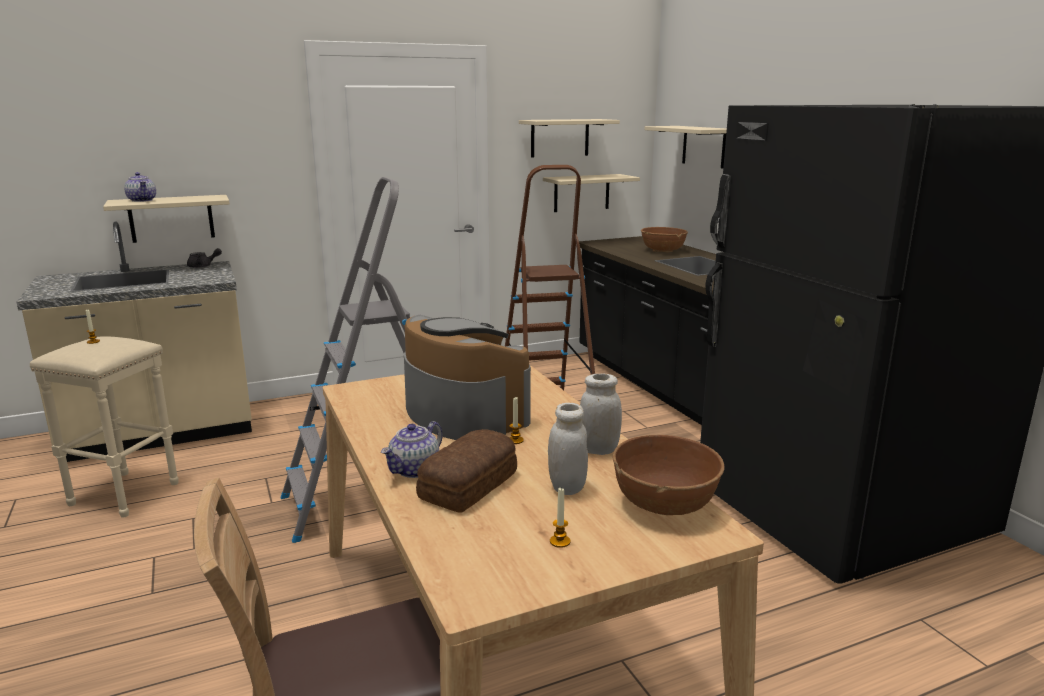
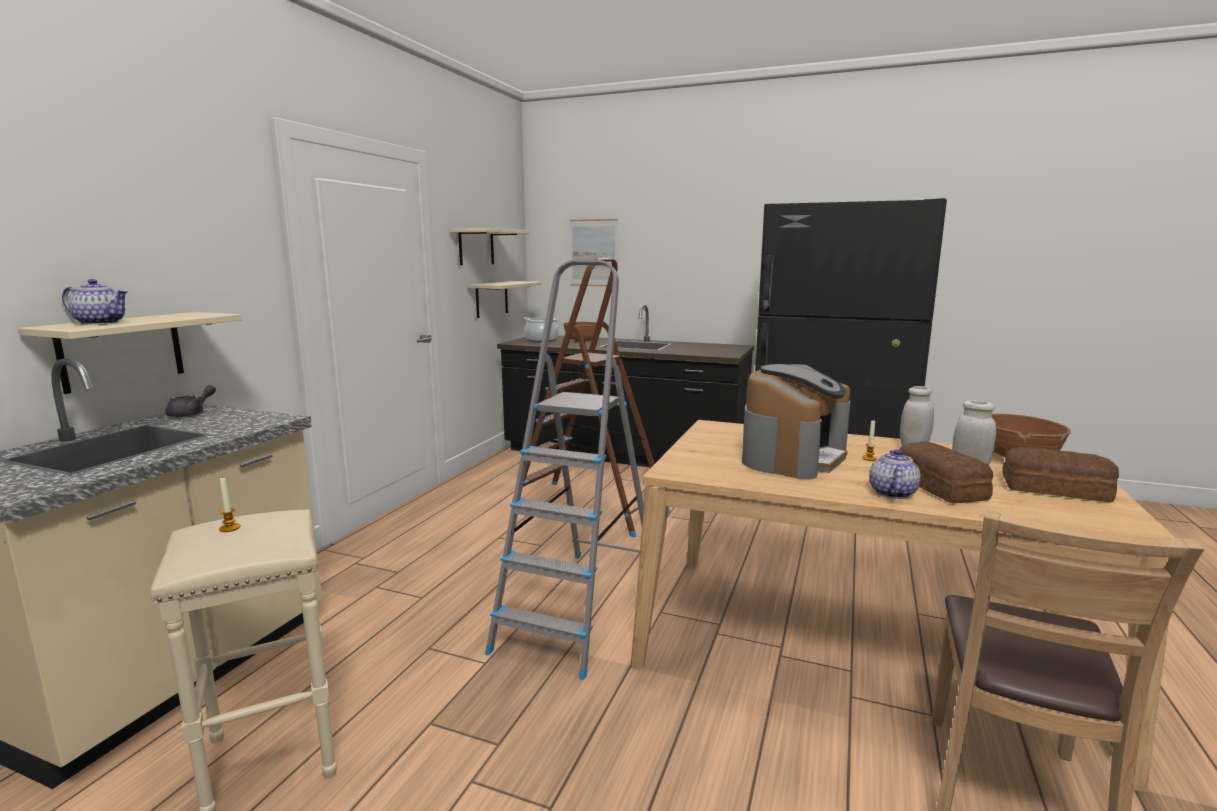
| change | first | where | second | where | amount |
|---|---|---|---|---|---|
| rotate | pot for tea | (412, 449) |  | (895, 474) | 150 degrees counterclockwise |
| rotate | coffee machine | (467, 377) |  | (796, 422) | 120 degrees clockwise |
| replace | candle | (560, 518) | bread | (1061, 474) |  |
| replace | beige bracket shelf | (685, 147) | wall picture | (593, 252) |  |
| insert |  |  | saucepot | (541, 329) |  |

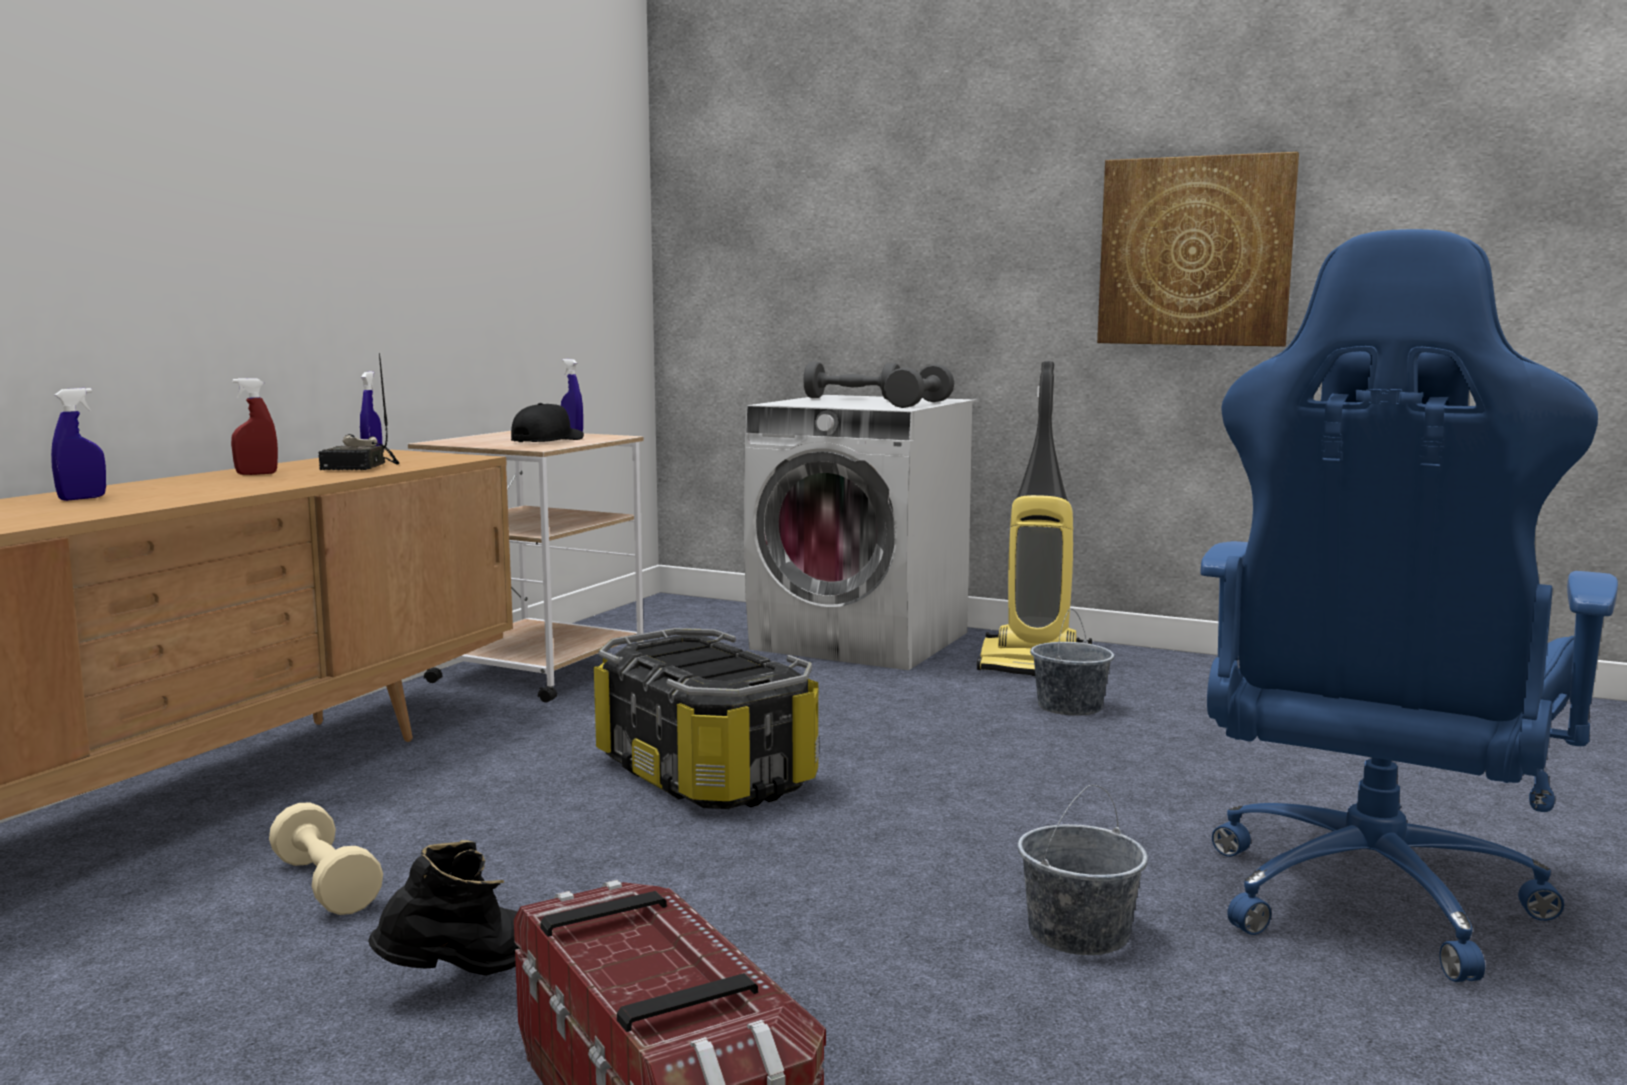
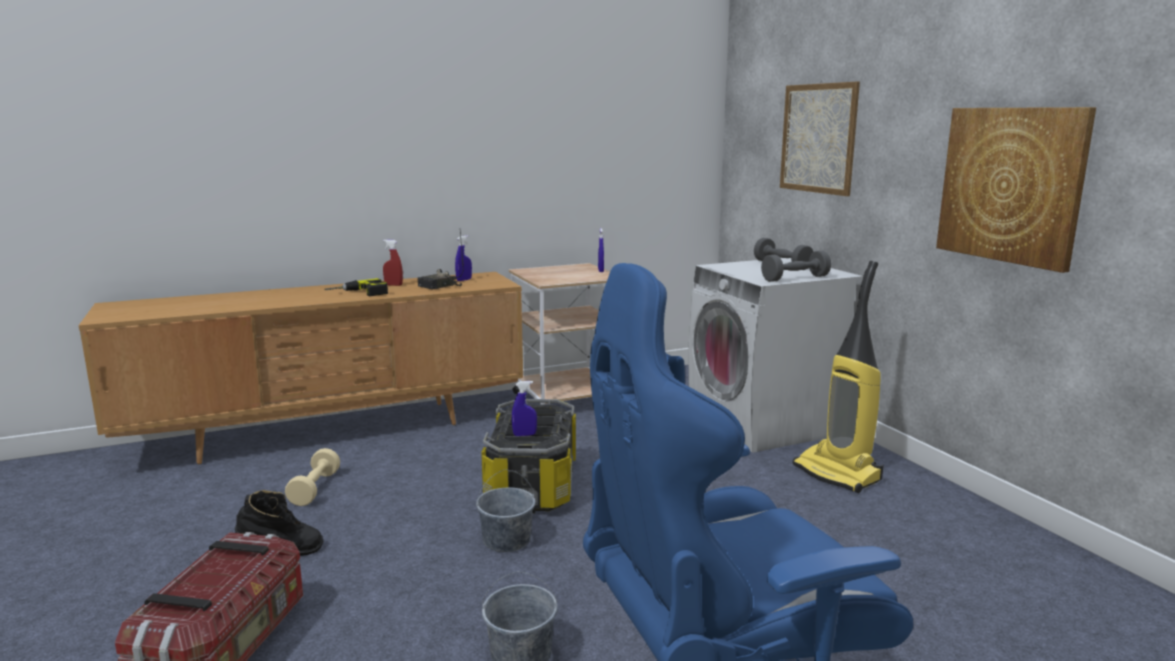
| change | first | where | second | where | amount |
|---|---|---|---|---|---|
| move | bluish hand sprayer | (78, 444) |  | (524, 408) |  |
| delete | blackish peaked cap | (547, 422) |  |  |  |
| move | greyish pail | (1072, 662) |  | (505, 511) |  |
| insert |  |  | drill | (356, 287) |  |
| insert |  |  | wall picture | (820, 138) |  |

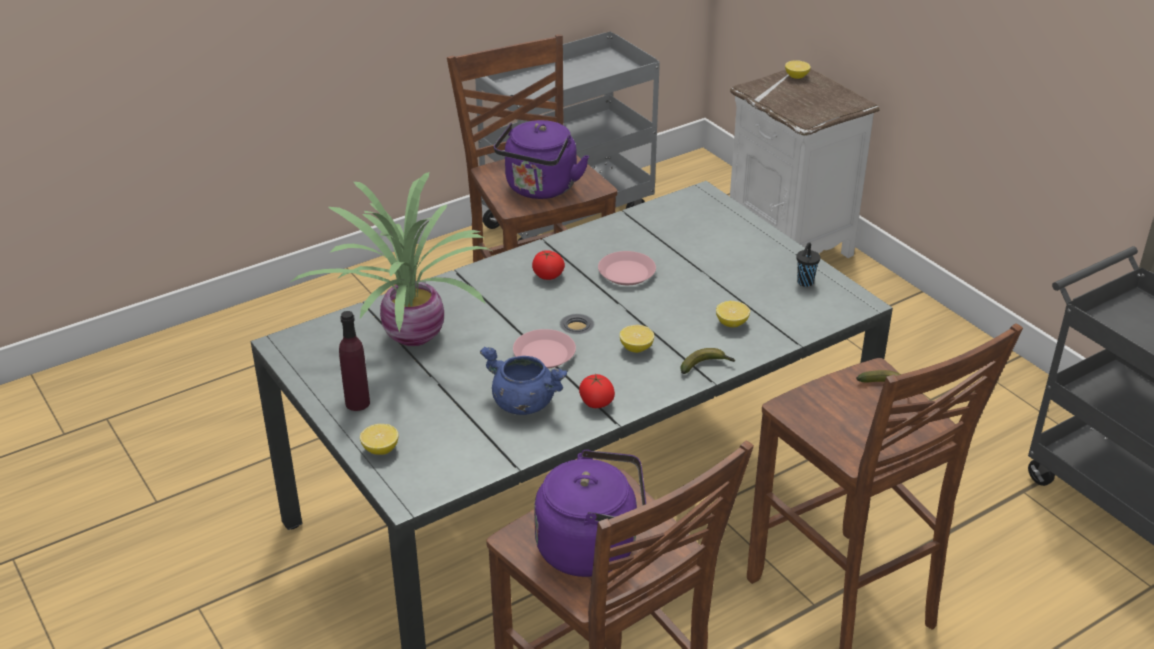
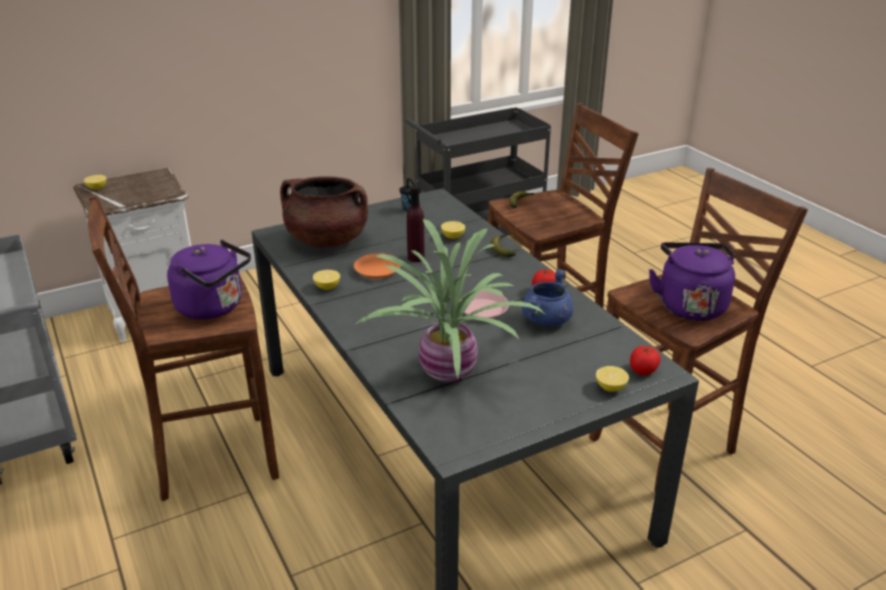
| change | first | where | second | where | amount |
|---|---|---|---|---|---|
| move | purplish bottle | (354, 361) |  | (416, 224) |  |
| move | whole tomato | (548, 265) |  | (645, 360) |  |
| recolor | pinkish flat dish | (627, 268) | orange-coloured flat dish | (377, 266) |  |
| move | whole lemon | (637, 339) |  | (326, 280) |  |
| insert |  |  | brownish saucepot | (324, 212) |  |

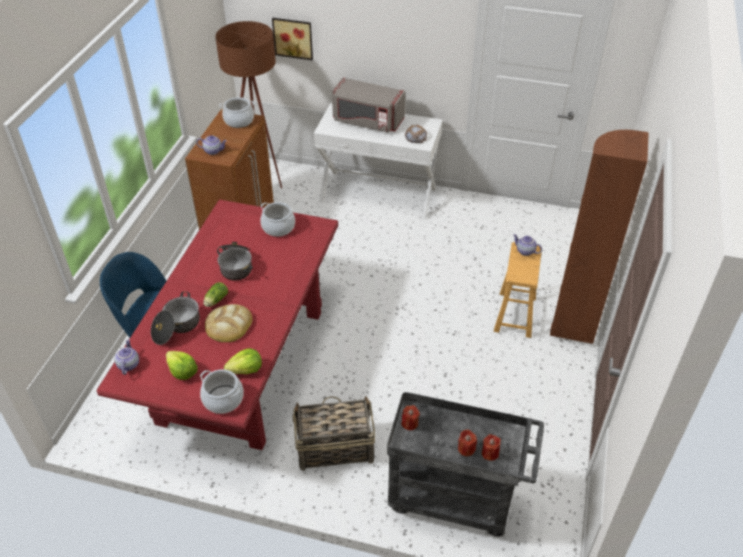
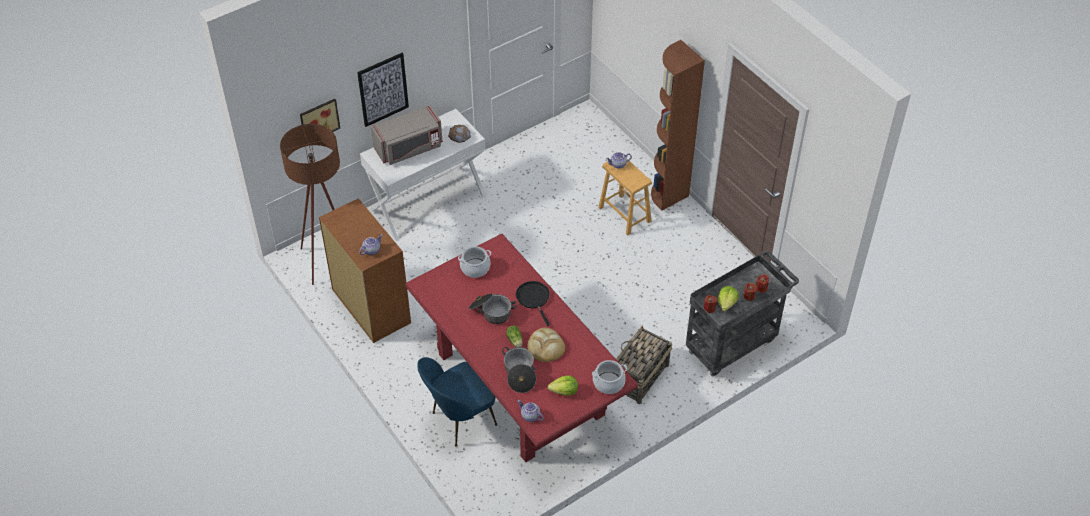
| change | first | where | second | where | amount |
|---|---|---|---|---|---|
| delete | saucepot | (236, 112) |  |  |  |
| move | lettuce head | (243, 361) |  | (728, 298) |  |
| insert |  |  | wall picture | (383, 90) |  |
| insert |  |  | blackish skillet | (533, 303) |  |

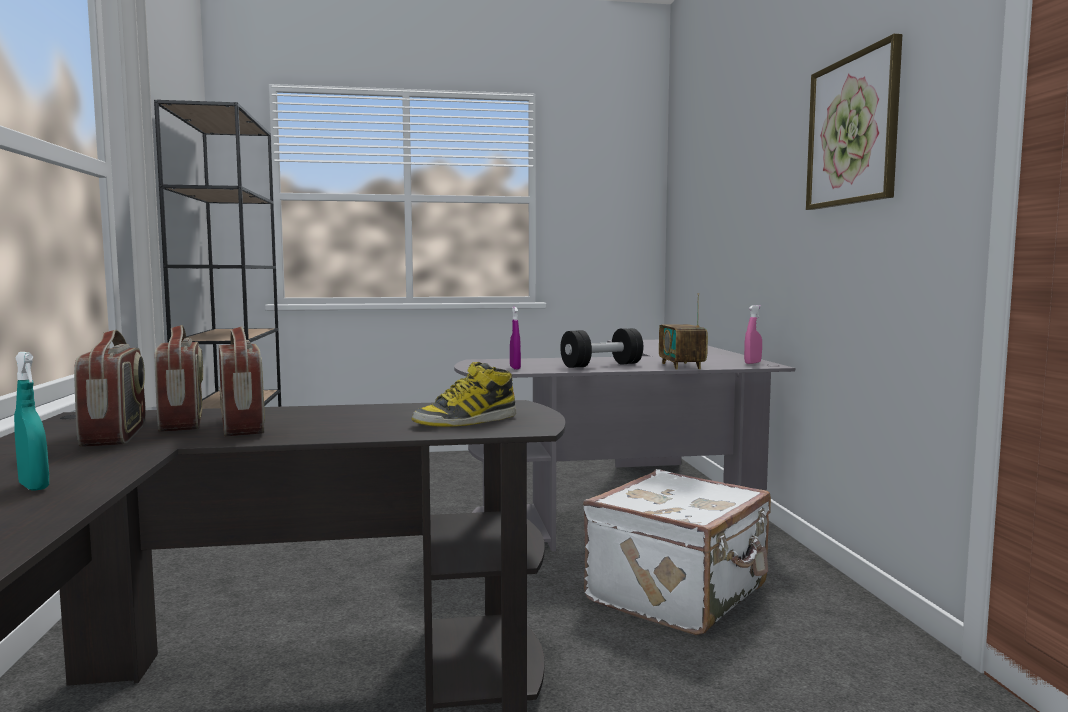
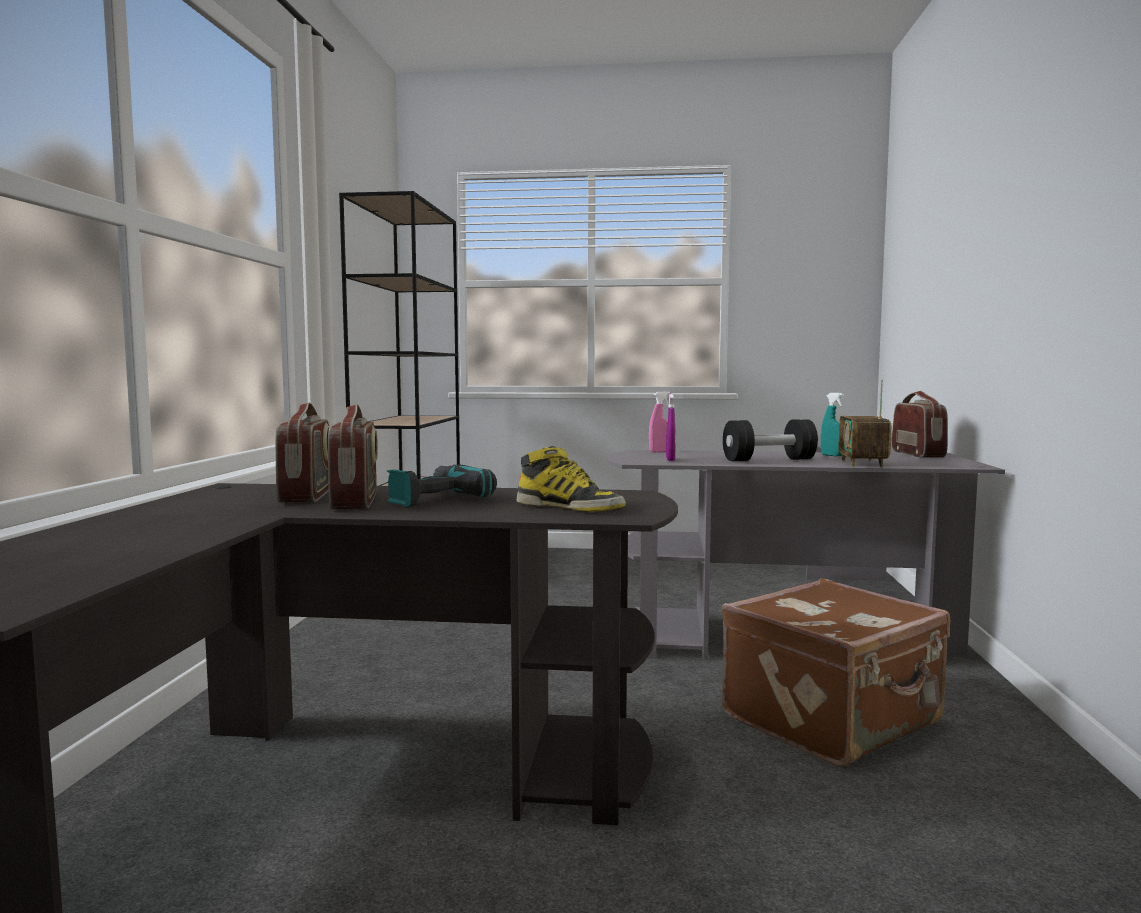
| change | first | where | second | where | amount |
|---|---|---|---|---|---|
| move | turquoise-coloured hand sprayer | (31, 421) |  | (832, 424) |  |
| move | radio set | (110, 388) |  | (919, 424) |  |
| rotate | tall boot | (464, 394) |  | (571, 479) | 135 degrees counterclockwise |
| recolor | whitish piece of luggage | (677, 552) | brownish piece of luggage | (836, 672) |  |
| move | pinkish hand sprayer | (753, 334) |  | (659, 422) |  |
| delete | wall picture | (854, 122) |  |  |  |
| insert |  |  | drill | (442, 486) |  |

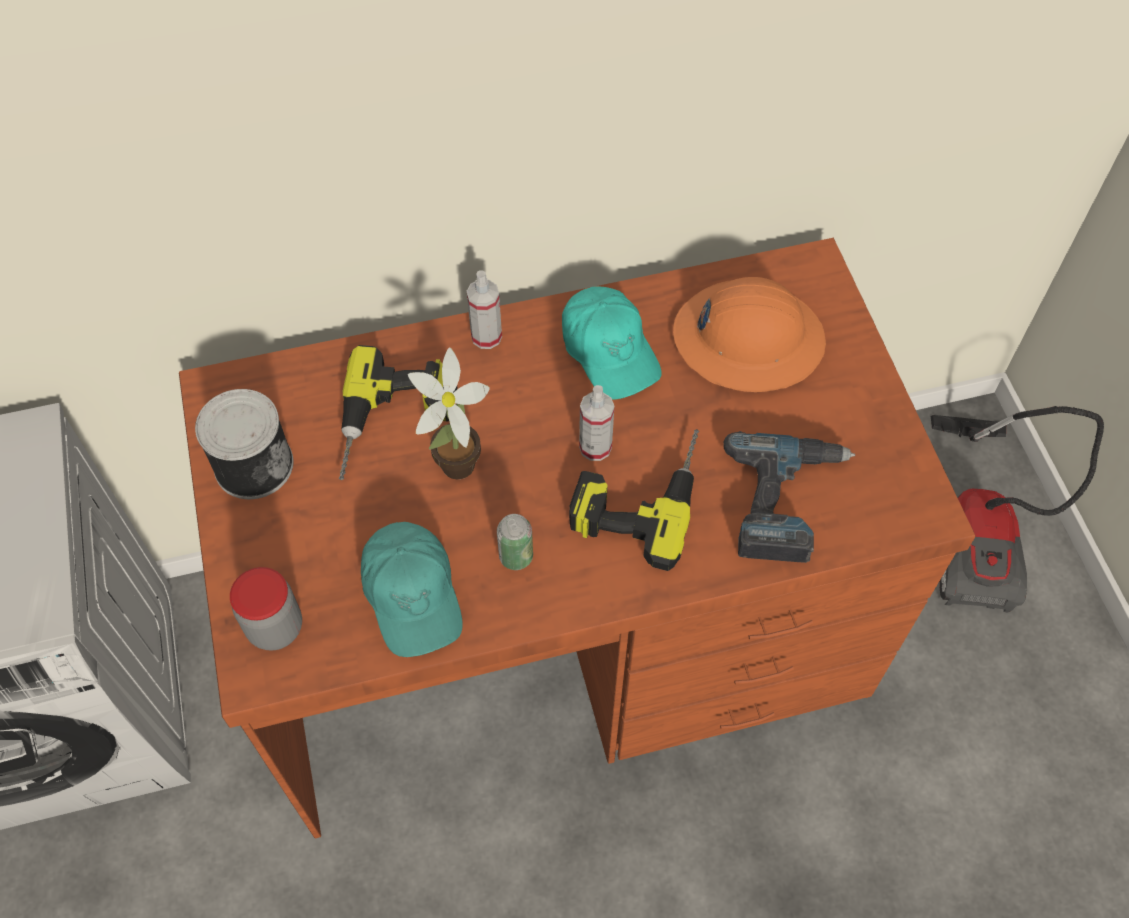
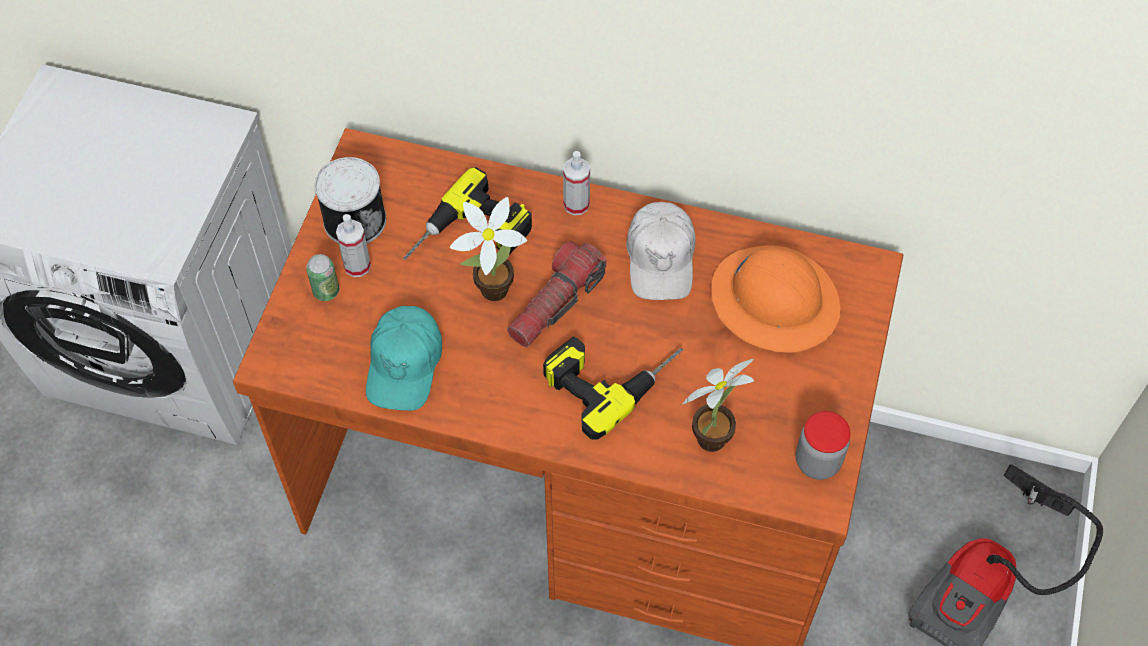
| change | first | where | second | where | amount |
|---|---|---|---|---|---|
| move | preserve jar | (266, 609) |  | (823, 445) |  |
| move | can | (515, 542) |  | (322, 277) |  |
| recolor | turquoise-coloured peaked cap | (612, 343) | whitish peaked cap | (661, 251) |  |
| move | hand sprayer | (596, 423) |  | (353, 245) |  |
| replace | drill | (789, 497) | potted plant | (718, 405) |  |
| insert |  |  | hand torch | (556, 294) |  |

